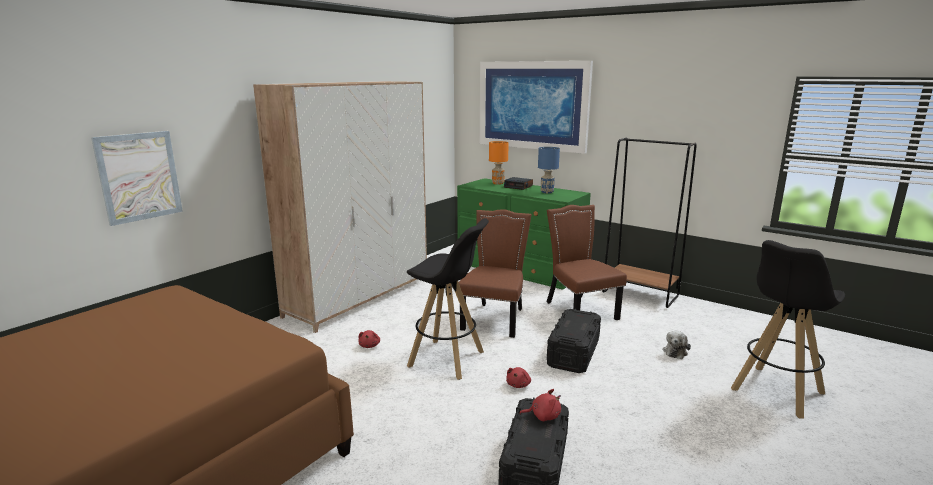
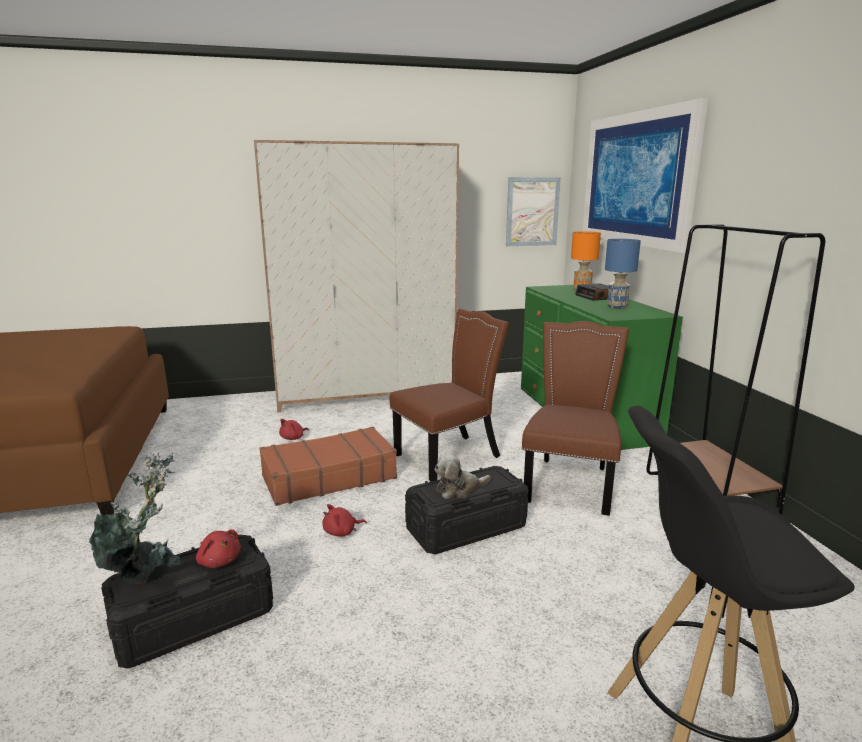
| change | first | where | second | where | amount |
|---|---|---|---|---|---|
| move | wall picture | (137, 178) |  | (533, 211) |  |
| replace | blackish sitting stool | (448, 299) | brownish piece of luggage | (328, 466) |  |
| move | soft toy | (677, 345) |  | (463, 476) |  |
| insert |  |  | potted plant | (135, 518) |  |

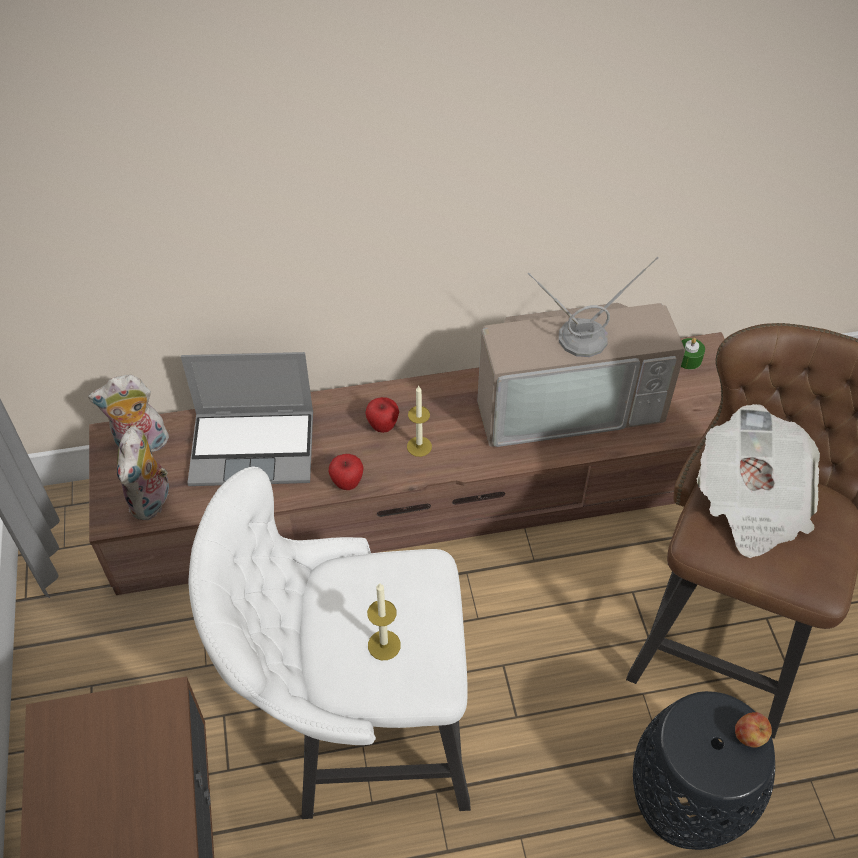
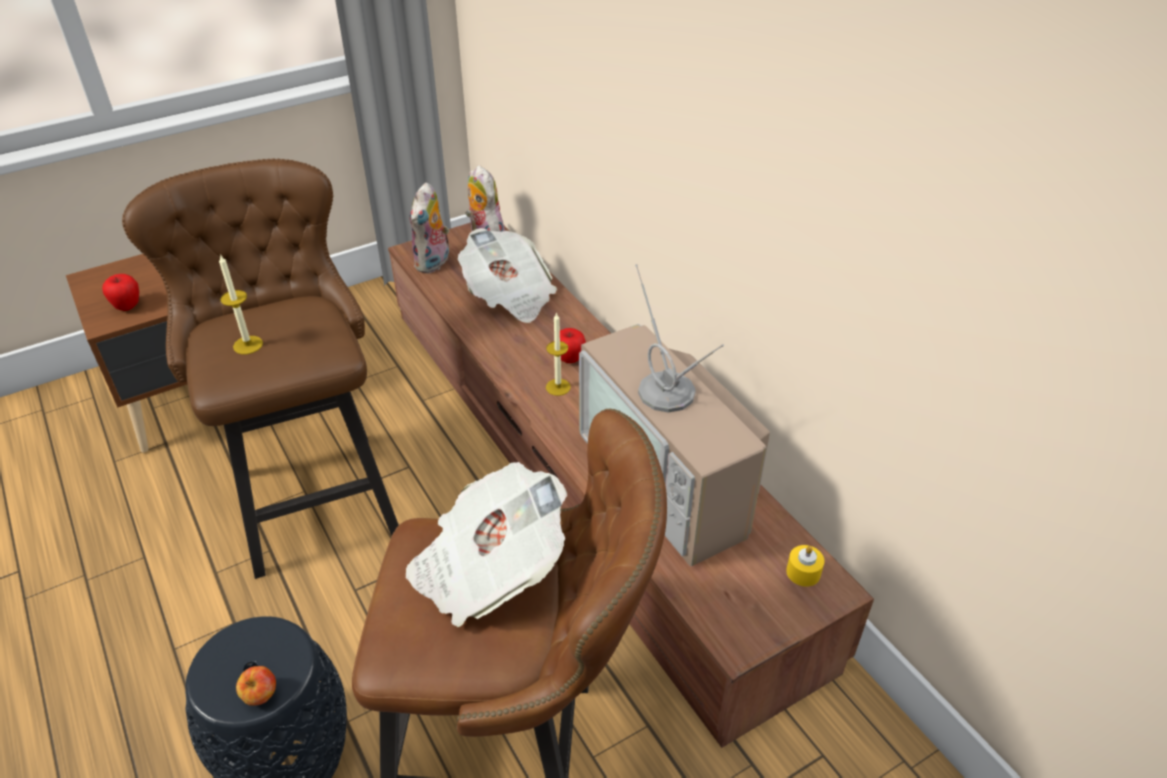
| change | first | where | second | where | amount |
|---|---|---|---|---|---|
| rotate | soft toy | (143, 473) |  | (429, 228) | 60 degrees counterclockwise |
| replace | portable computer | (247, 419) | printed paper | (507, 275) |  |
| recolor | whitish sitting stool | (329, 642) | brownish sitting stool | (260, 369) |  |
| move | whole apple | (346, 472) |  | (120, 292) |  |
| recolor | green-coloured candle | (693, 354) | yellow-coloured candle | (805, 566) |  |

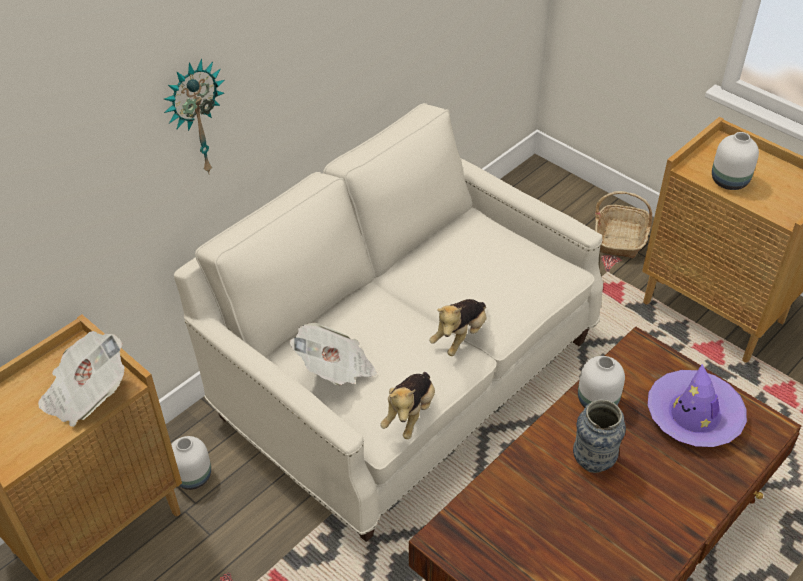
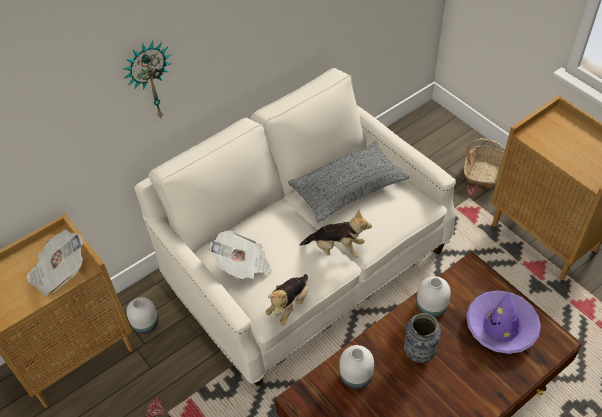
| change | first | where | second | where | amount |
|---|---|---|---|---|---|
| rotate | soft toy | (457, 327) |  | (336, 234) | 120 degrees counterclockwise |
| move | whitish flower vase | (735, 161) |  | (356, 367) |  |
| insert |  |  | greyish cushion | (349, 182) |  |

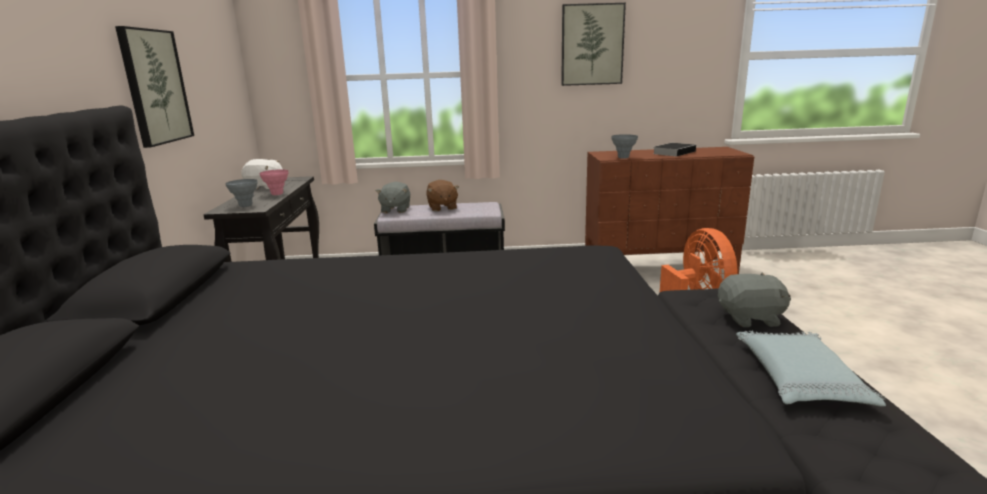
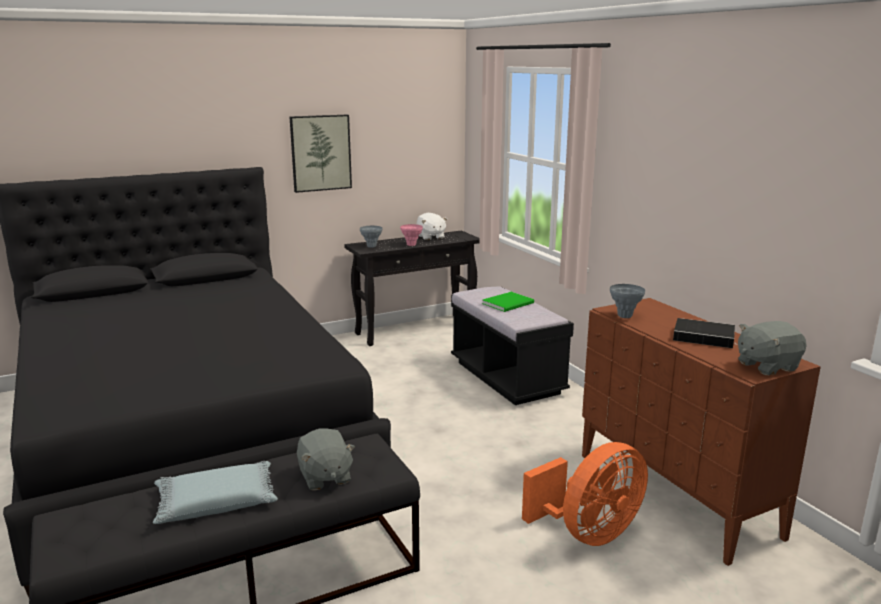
| change | first | where | second | where | amount |
|---|---|---|---|---|---|
| move | greyish soft toy | (393, 197) |  | (772, 348) |  |
| replace | brownish soft toy | (442, 196) | green-coloured volume | (508, 302) |  |
| delete | wall picture | (593, 44) |  |  |  |

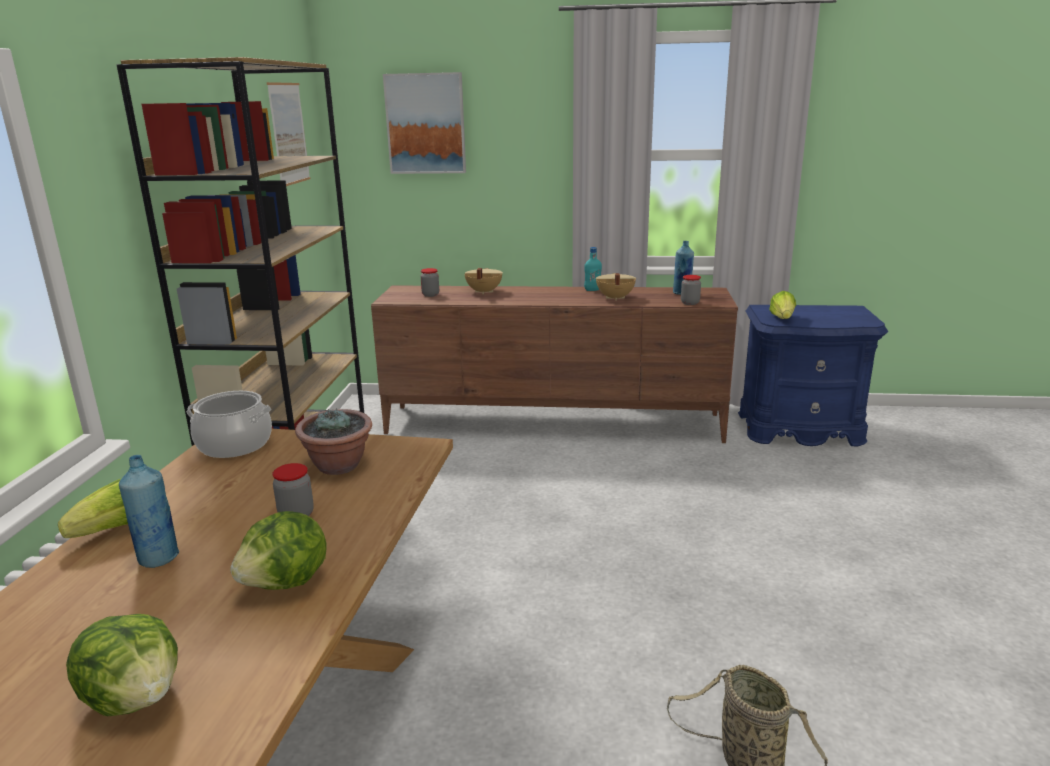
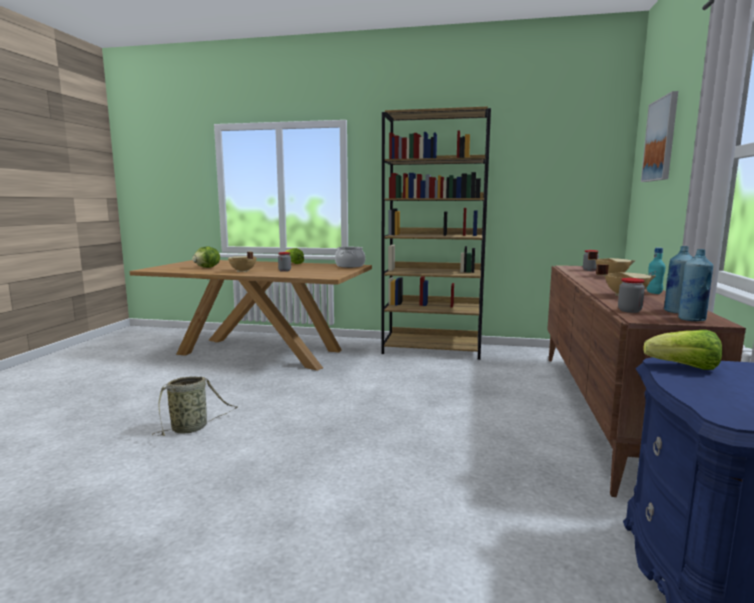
| change | first | where | second | where | amount |
|---|---|---|---|---|---|
| move | bluish bottle | (149, 511) |  | (695, 285) |  |
| replace | lettuce head | (278, 550) | beige saucepot | (242, 262) |  |
| delete | wall picture | (288, 134) |  |  |  |
| delete | potted plant | (333, 441) |  |  |  |

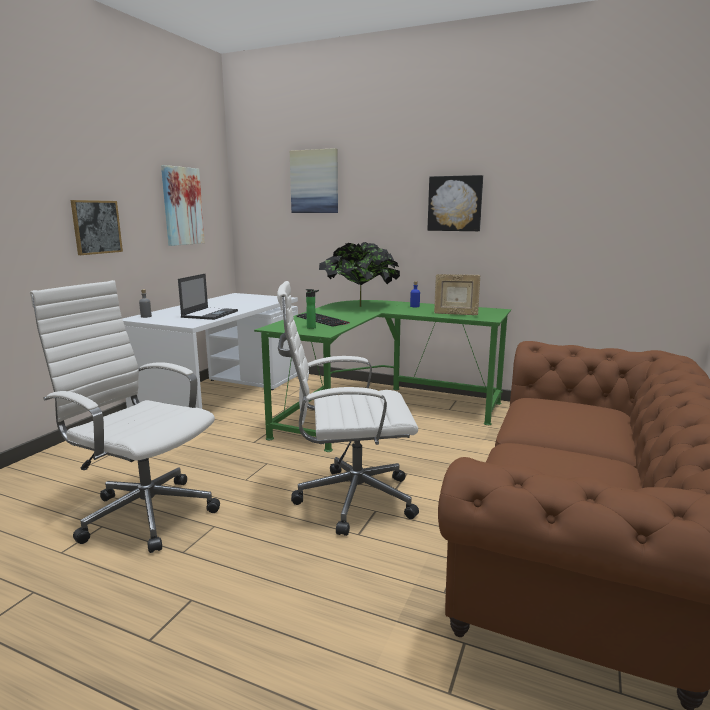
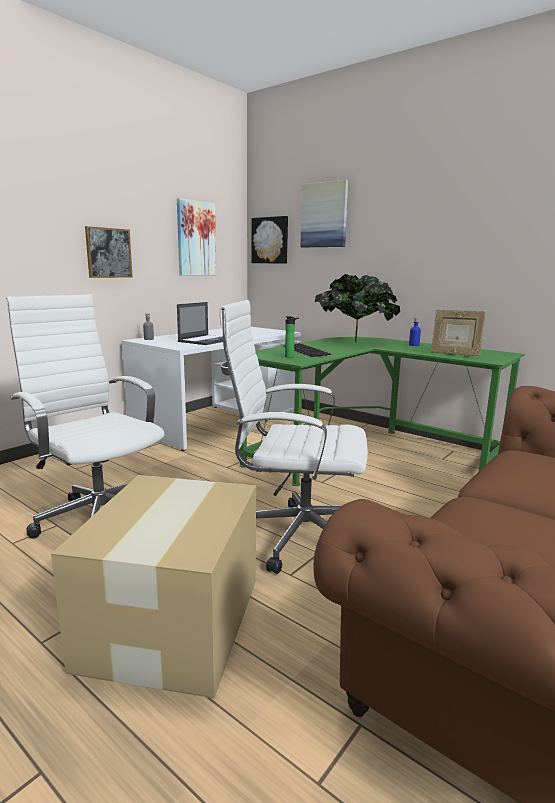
| change | first | where | second | where | amount |
|---|---|---|---|---|---|
| move | wall picture | (455, 203) |  | (269, 240) |  |
| insert |  |  | carton | (153, 586) |  |

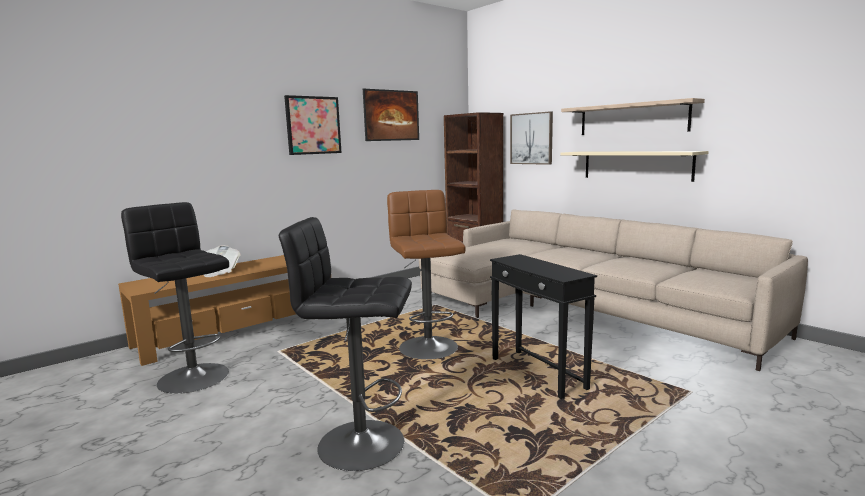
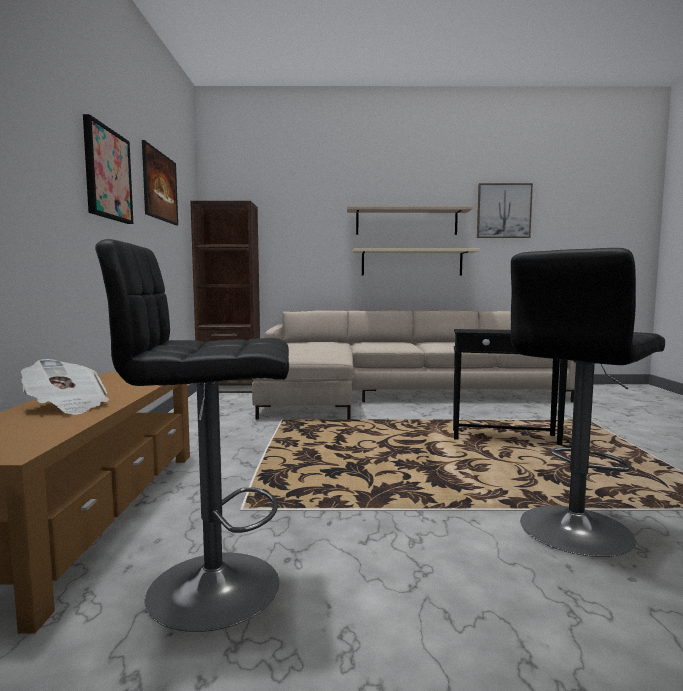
| change | first | where | second | where | amount |
|---|---|---|---|---|---|
| delete | brownish sitting stool | (426, 274) |  |  |  |
| move | wall picture | (531, 138) |  | (505, 210) |  |

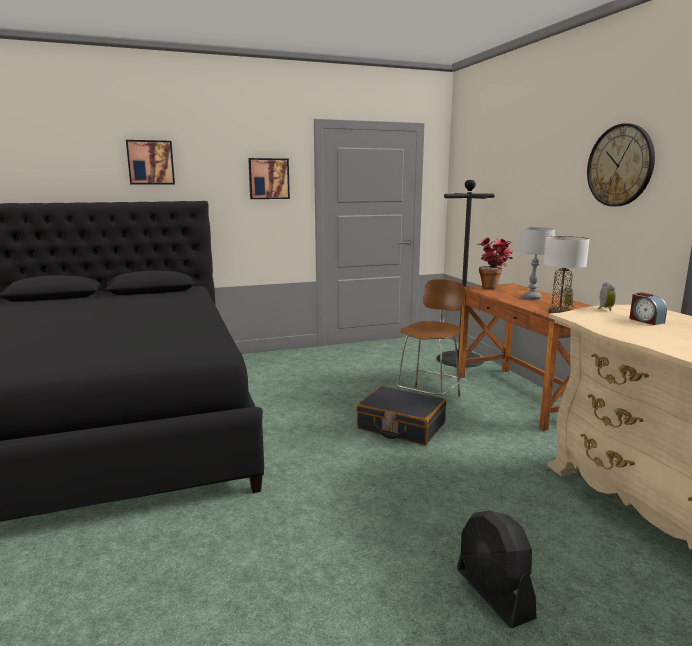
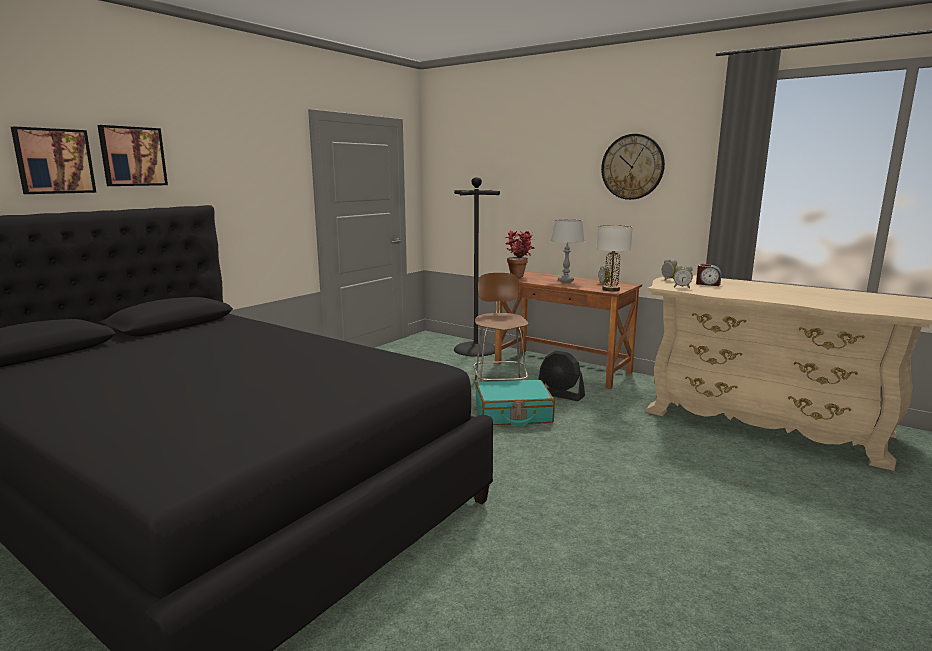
| change | first | where | second | where | amount |
|---|---|---|---|---|---|
| move | wall picture | (269, 178) |  | (54, 160) |  |
| recolor | blackish piece of luggage | (401, 415) | turquoise-coloured piece of luggage | (515, 403) |  |
| move | blackish fan | (497, 569) |  | (561, 376) |  |
| insert |  |  | bedside clock | (683, 277) |  |

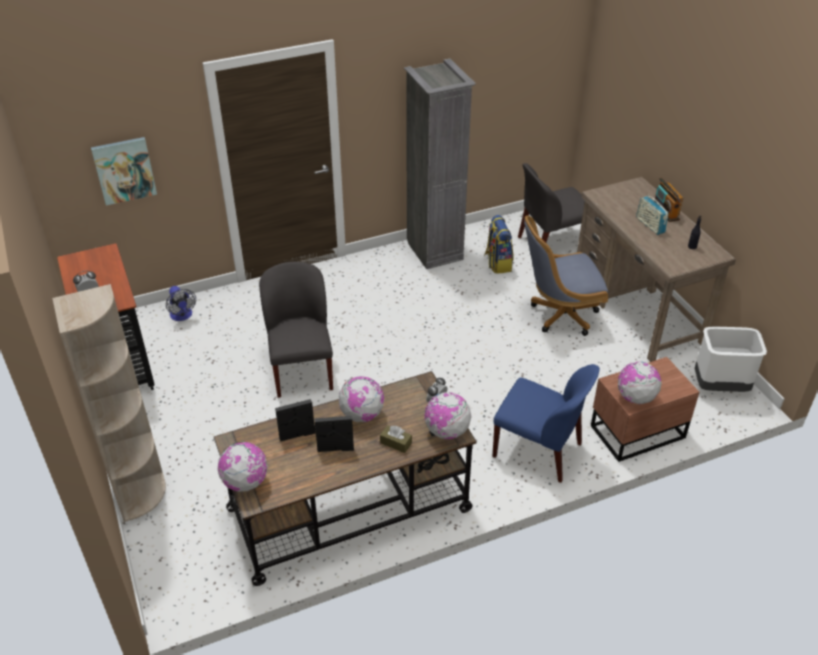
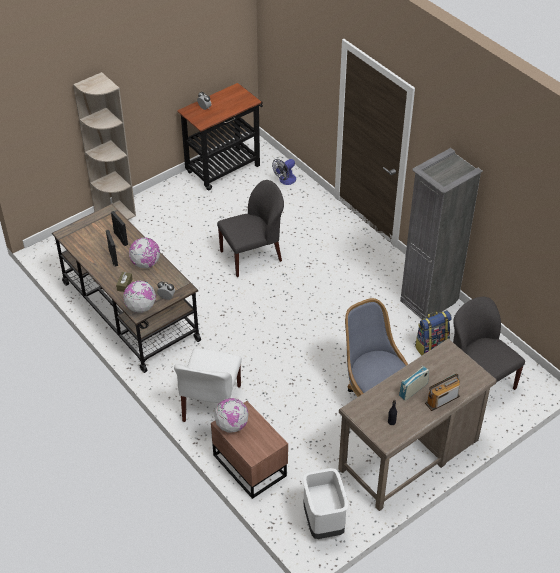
| change | first | where | second | where | amount |
|---|---|---|---|---|---|
| delete | wall picture | (124, 171) |  |  |  |
| delete | world globe | (243, 467) |  |  |  |
| recolor | bluish plain chair | (546, 423) | whitish plain chair | (208, 385) |  |

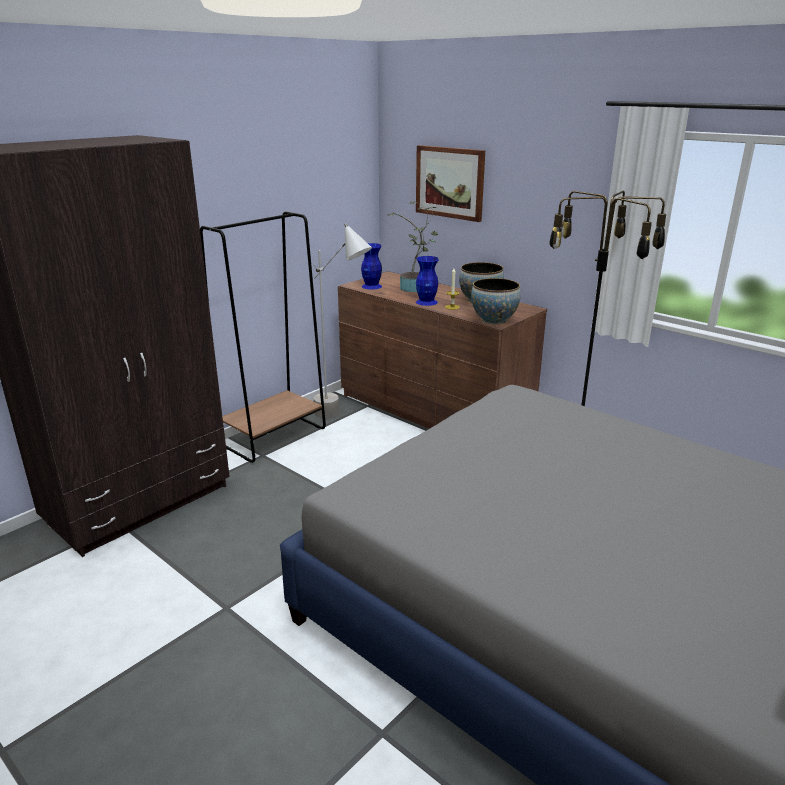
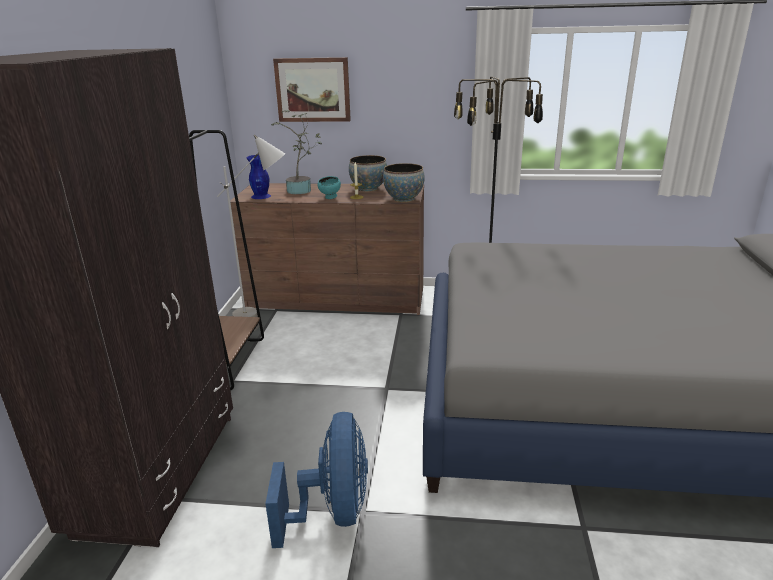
| change | first | where | second | where | amount |
|---|---|---|---|---|---|
| replace | bluish flower vase | (427, 281) | turquoise-coloured bowl | (329, 187) |  |
| insert |  |  | bluish fan | (316, 480) |  |

